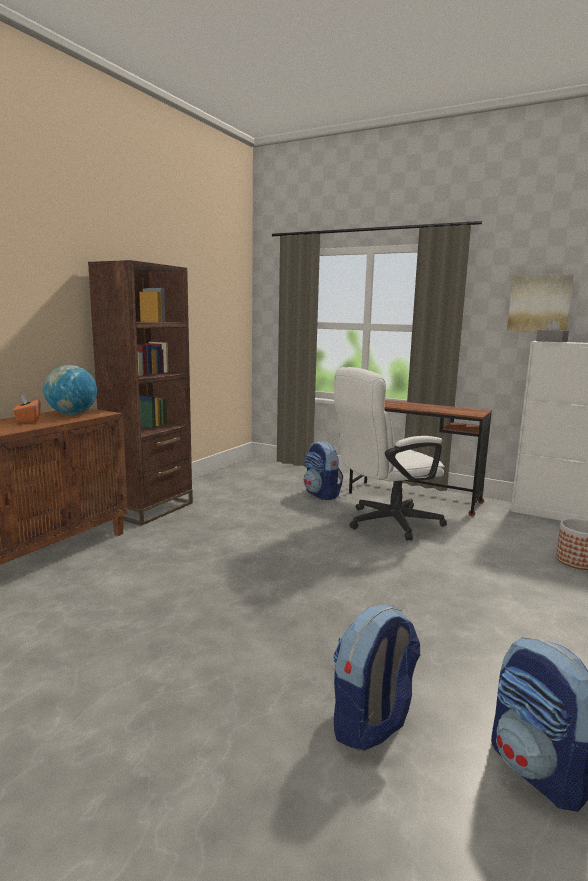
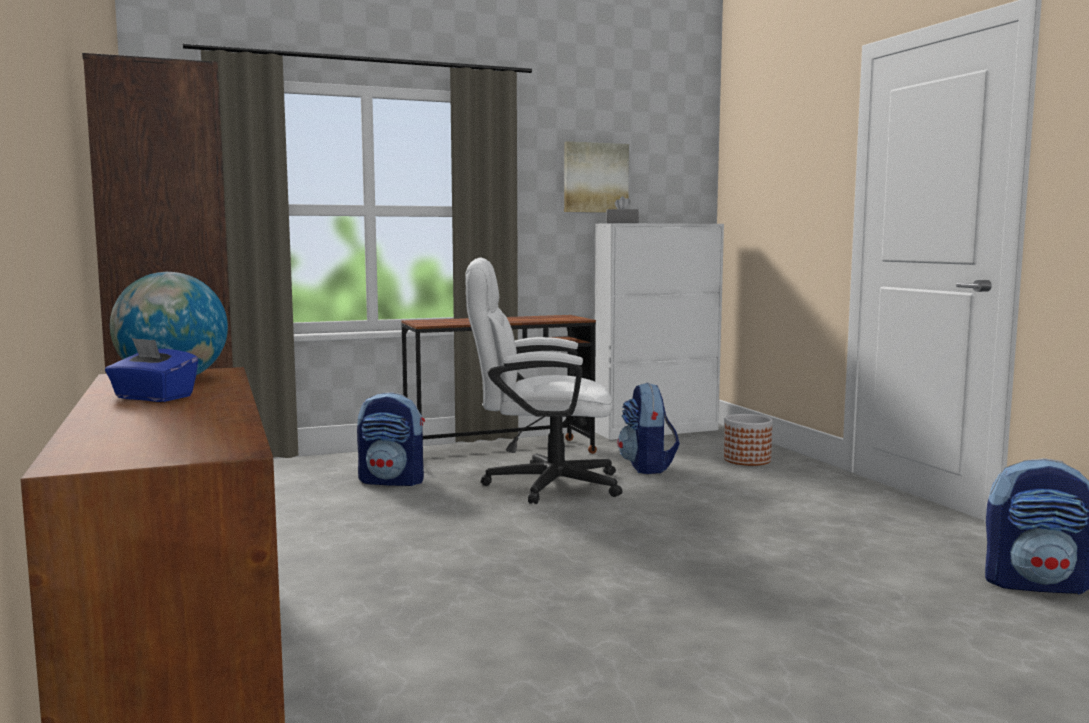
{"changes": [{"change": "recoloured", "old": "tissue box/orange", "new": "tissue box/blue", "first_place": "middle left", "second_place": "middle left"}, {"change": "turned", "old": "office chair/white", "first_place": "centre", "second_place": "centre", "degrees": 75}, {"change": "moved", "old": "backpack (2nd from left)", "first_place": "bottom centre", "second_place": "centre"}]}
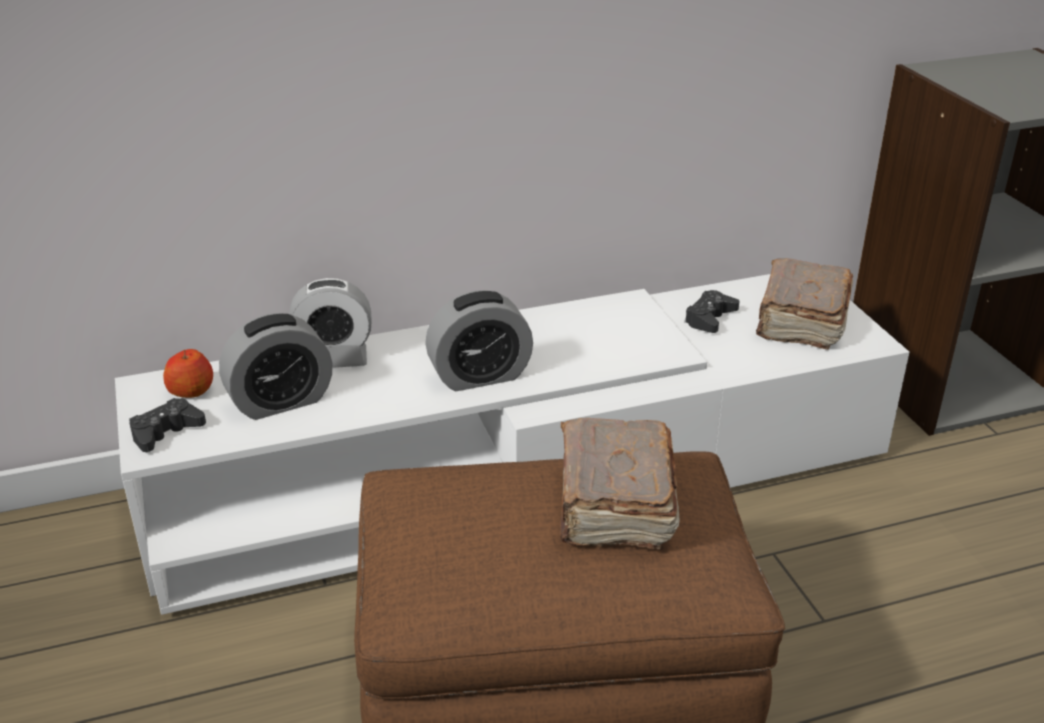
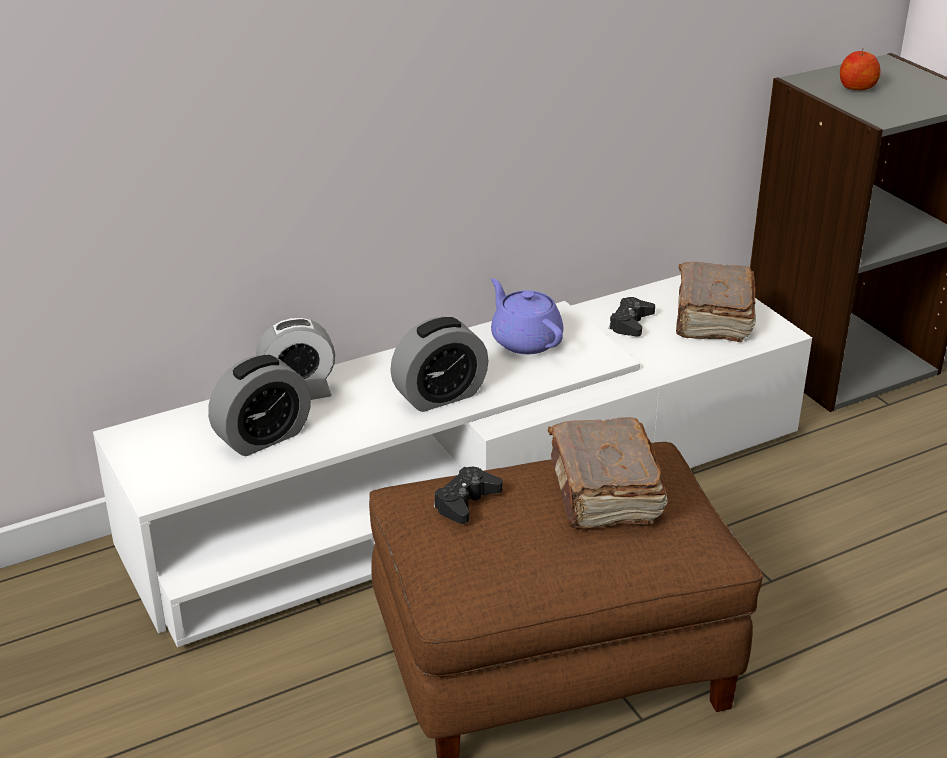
{"changes": [{"change": "moved", "old": "game controller/black (1st from left)", "first_place": "middle left", "second_place": "centre"}, {"change": "added", "new": "teapot/purple", "second_place": "centre"}, {"change": "moved", "old": "apple", "first_place": "middle left", "second_place": "top right"}]}
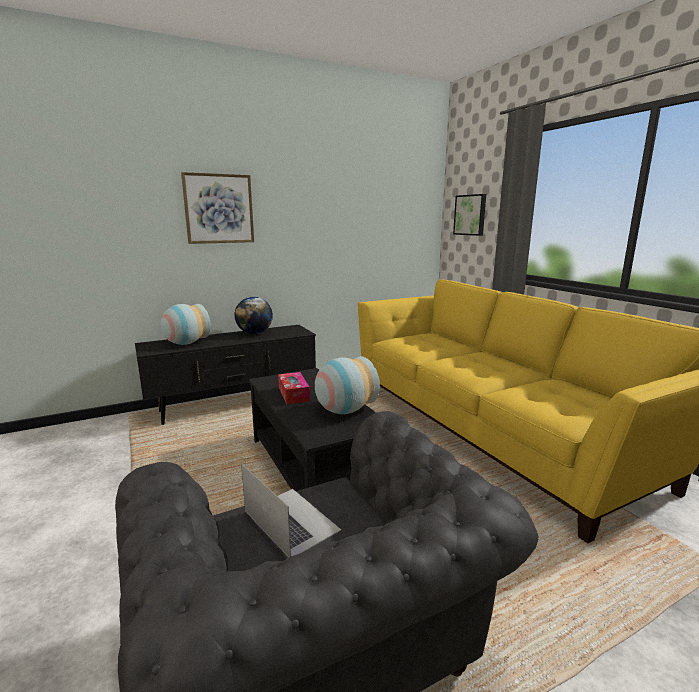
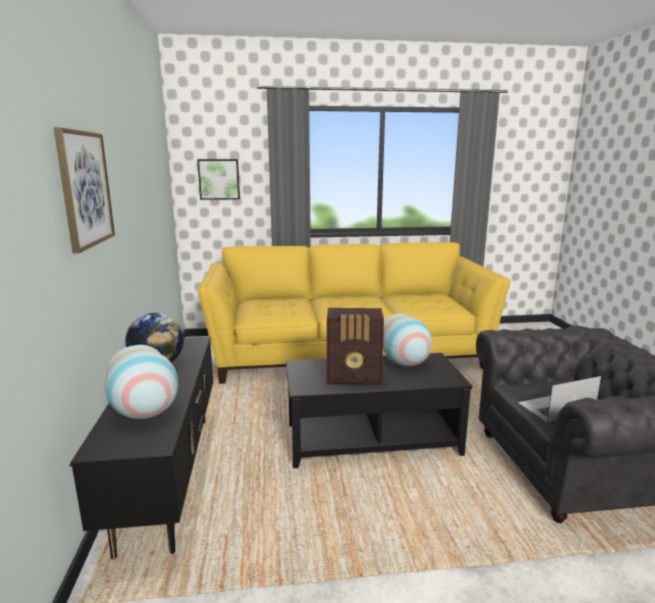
{"changes": [{"change": "replaced", "old": "tissue box", "new": "radio", "first_place": "centre", "second_place": "centre"}]}
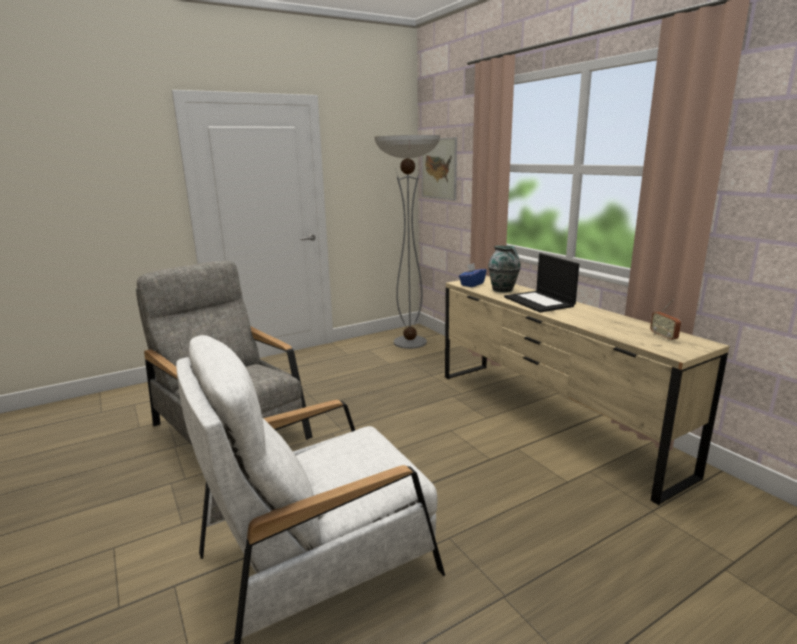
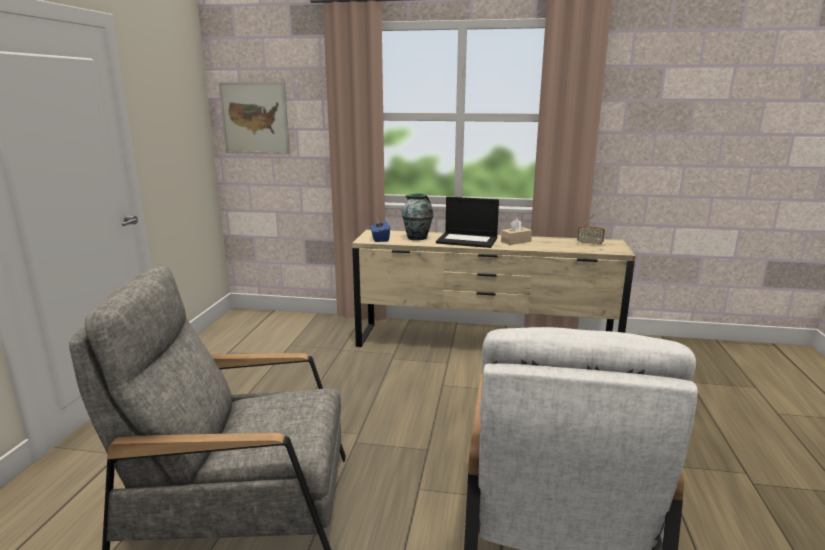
{"changes": [{"change": "added", "new": "tissue box/beige", "second_place": "centre"}, {"change": "removed", "old": "floor lamp", "first_place": "centre"}]}
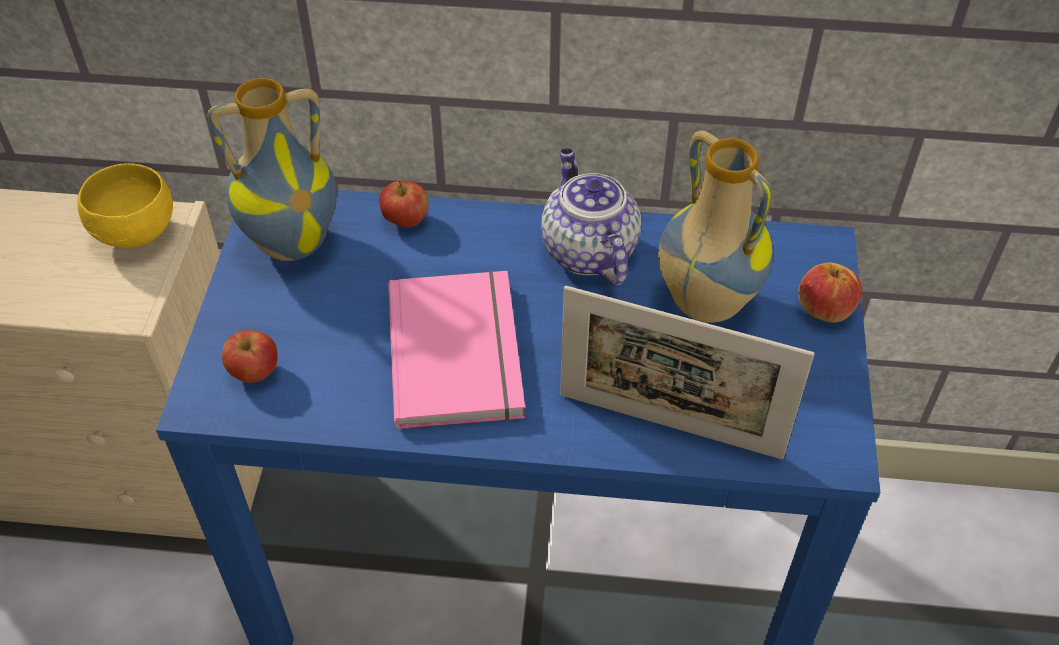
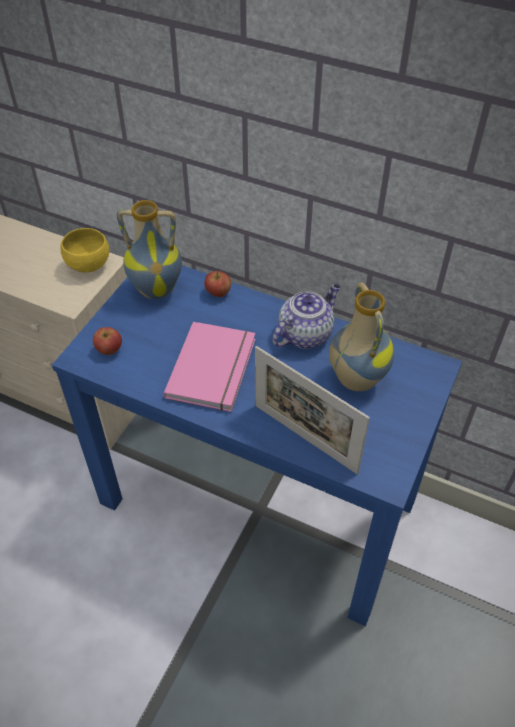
{"changes": [{"change": "turned", "old": "teapot", "first_place": "centre", "second_place": "centre", "degrees": 45}, {"change": "removed", "old": "apple (3rd from left)", "first_place": "middle right"}]}
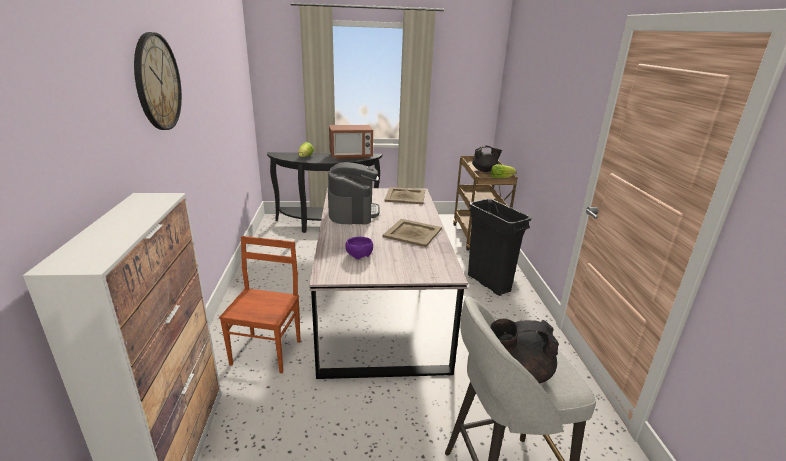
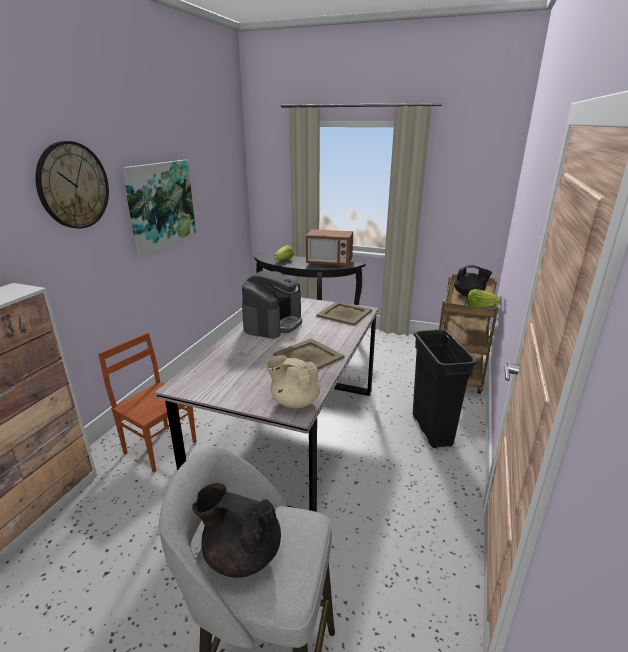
{"changes": [{"change": "turned", "old": "chair/brown", "first_place": "middle left", "second_place": "middle left", "degrees": -90}, {"change": "added", "new": "picture", "second_place": "top left"}, {"change": "added", "new": "teapot/beige", "second_place": "centre"}, {"change": "removed", "old": "bowl/purple", "first_place": "centre"}]}
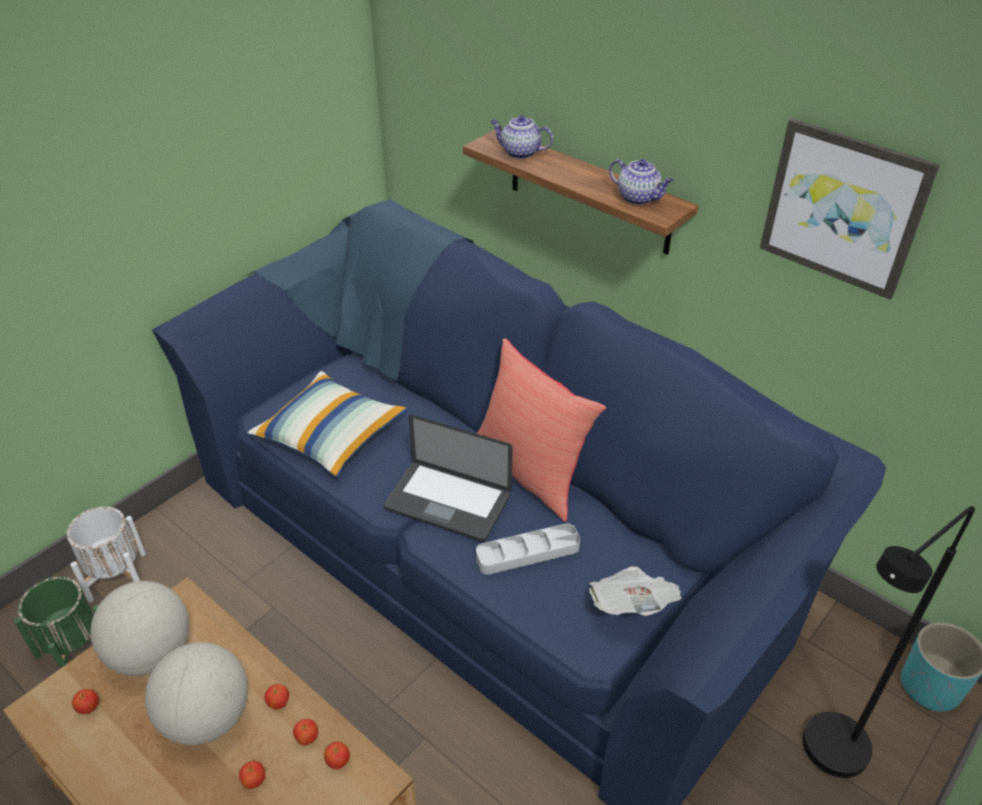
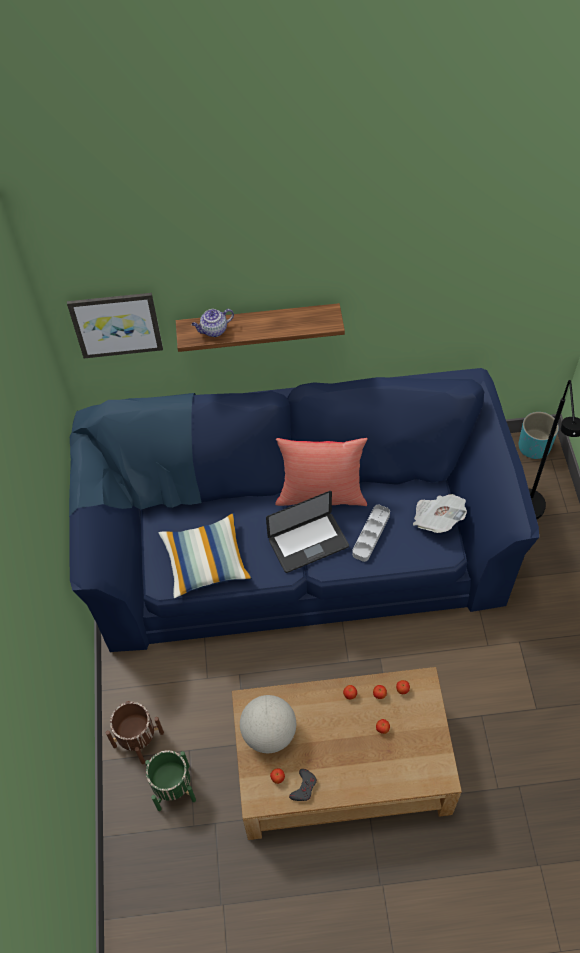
{"changes": [{"change": "moved", "old": "picture", "first_place": "top right", "second_place": "middle left"}, {"change": "recoloured", "old": "planter/white", "new": "planter/brown", "first_place": "bottom left", "second_place": "bottom left"}, {"change": "added", "new": "game controller/grey", "second_place": "bottom centre"}, {"change": "removed", "old": "globe (2nd from left)", "first_place": "bottom left"}, {"change": "removed", "old": "teapot (2nd from left)", "first_place": "top centre"}]}
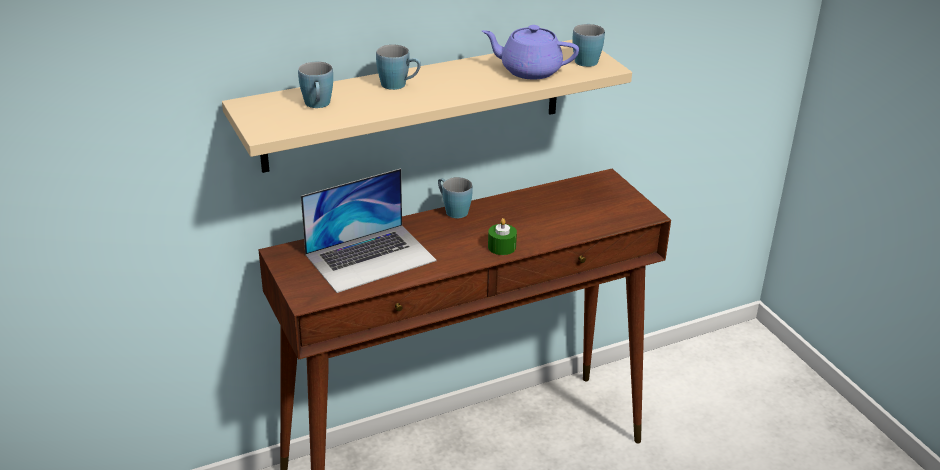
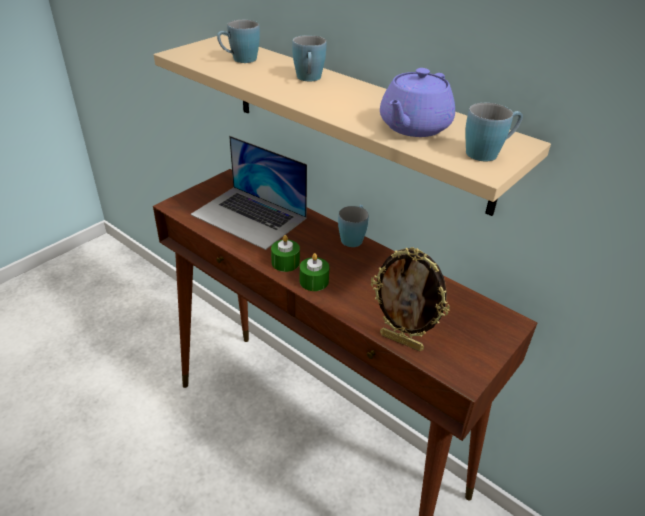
{"changes": [{"change": "added", "new": "candle/green (1st from left)", "second_place": "centre"}, {"change": "added", "new": "picture frame", "second_place": "centre"}, {"change": "turned", "old": "teapot/purple", "first_place": "top centre", "second_place": "top centre", "degrees": -135}]}
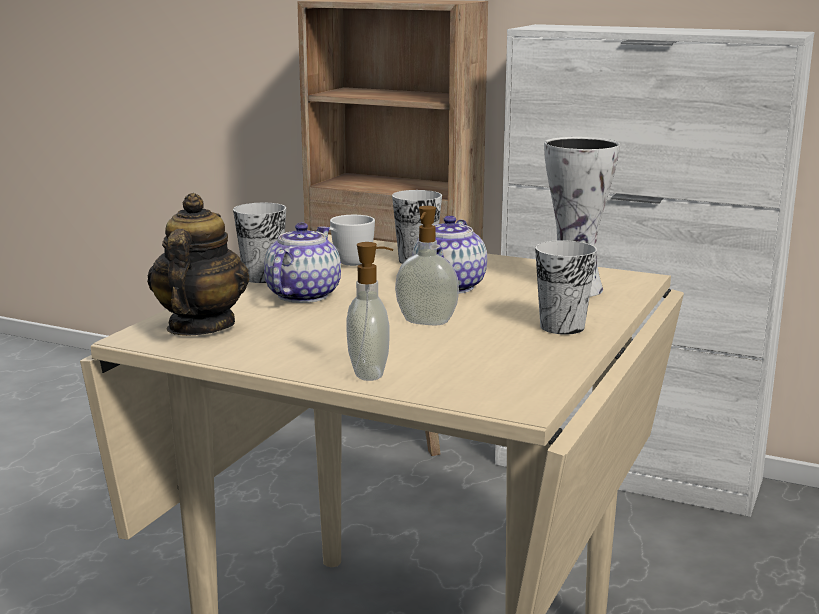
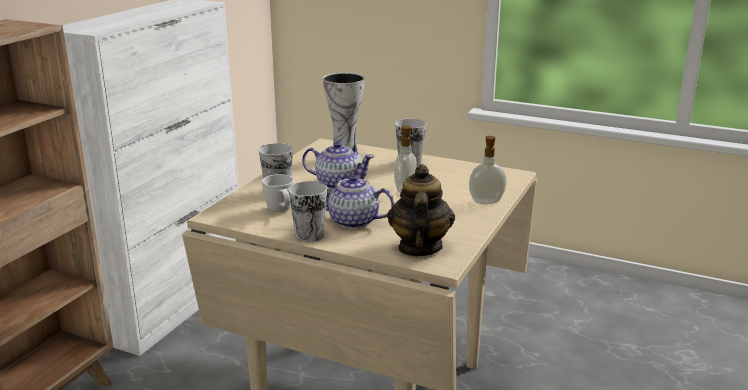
{"changes": [{"change": "turned", "old": "teapot (1st from left in the first image)", "first_place": "middle left", "second_place": "centre", "degrees": 90}]}
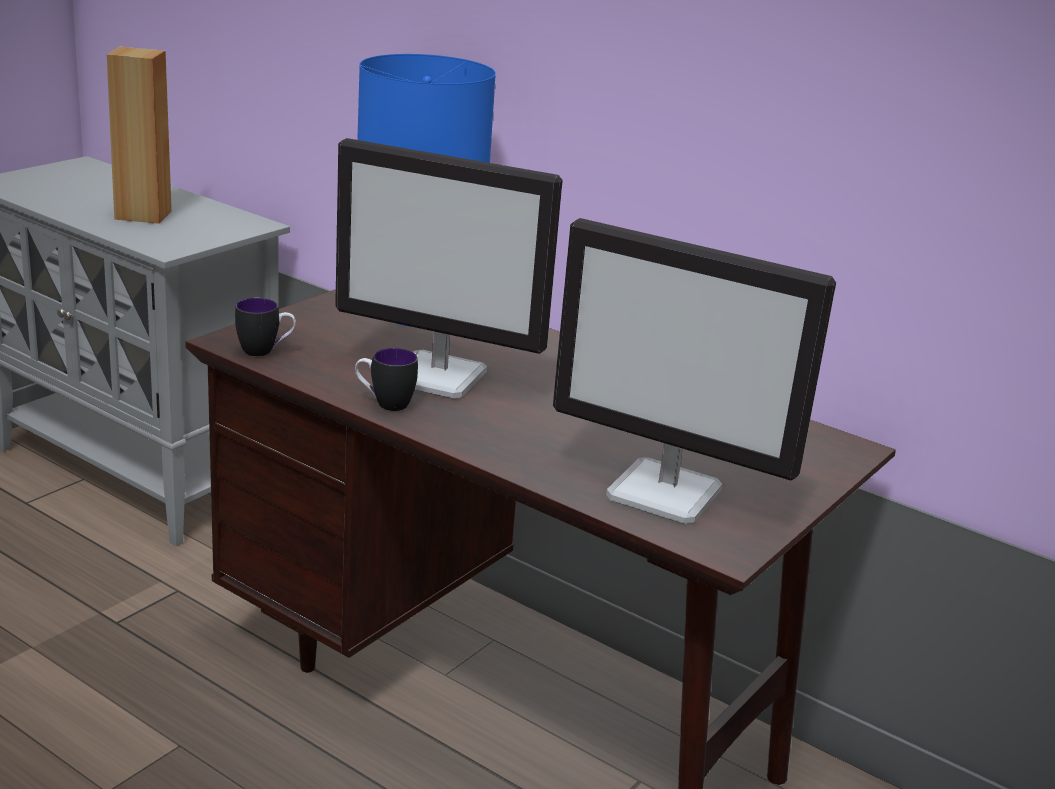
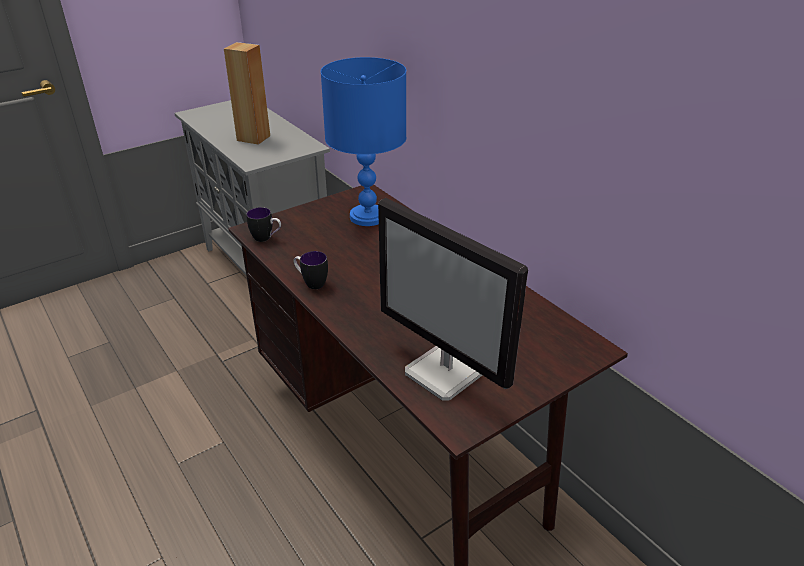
{"changes": [{"change": "removed", "old": "monitor (1st from left)", "first_place": "centre"}]}
